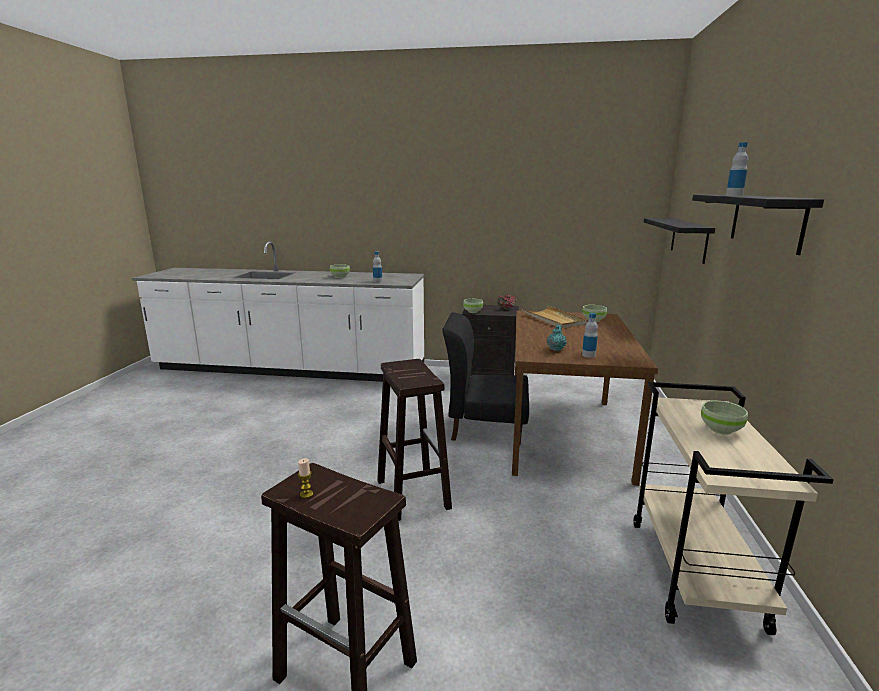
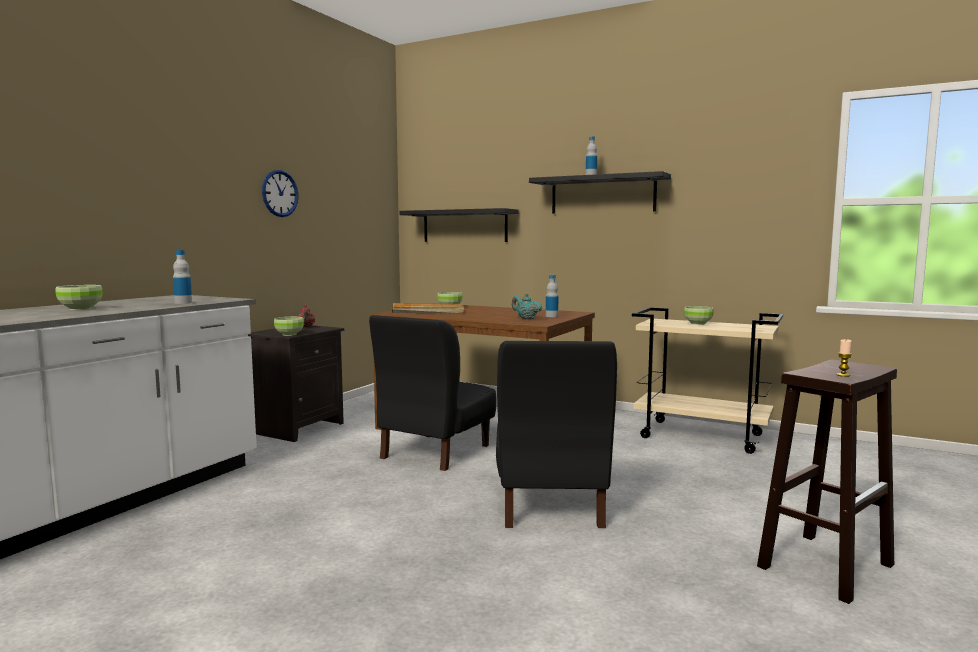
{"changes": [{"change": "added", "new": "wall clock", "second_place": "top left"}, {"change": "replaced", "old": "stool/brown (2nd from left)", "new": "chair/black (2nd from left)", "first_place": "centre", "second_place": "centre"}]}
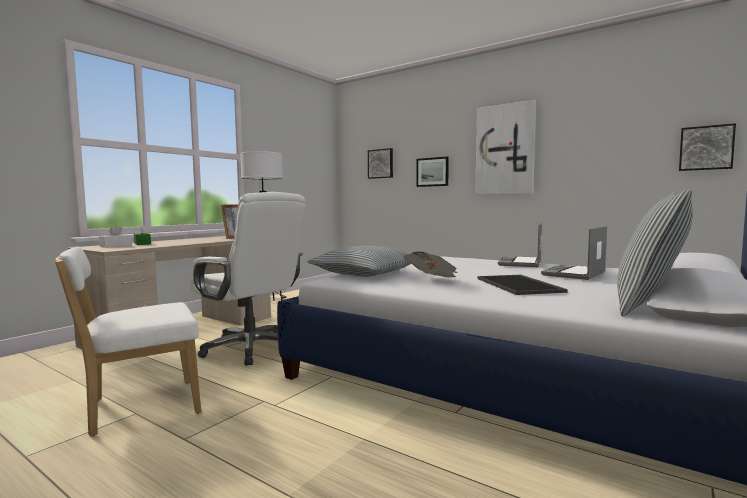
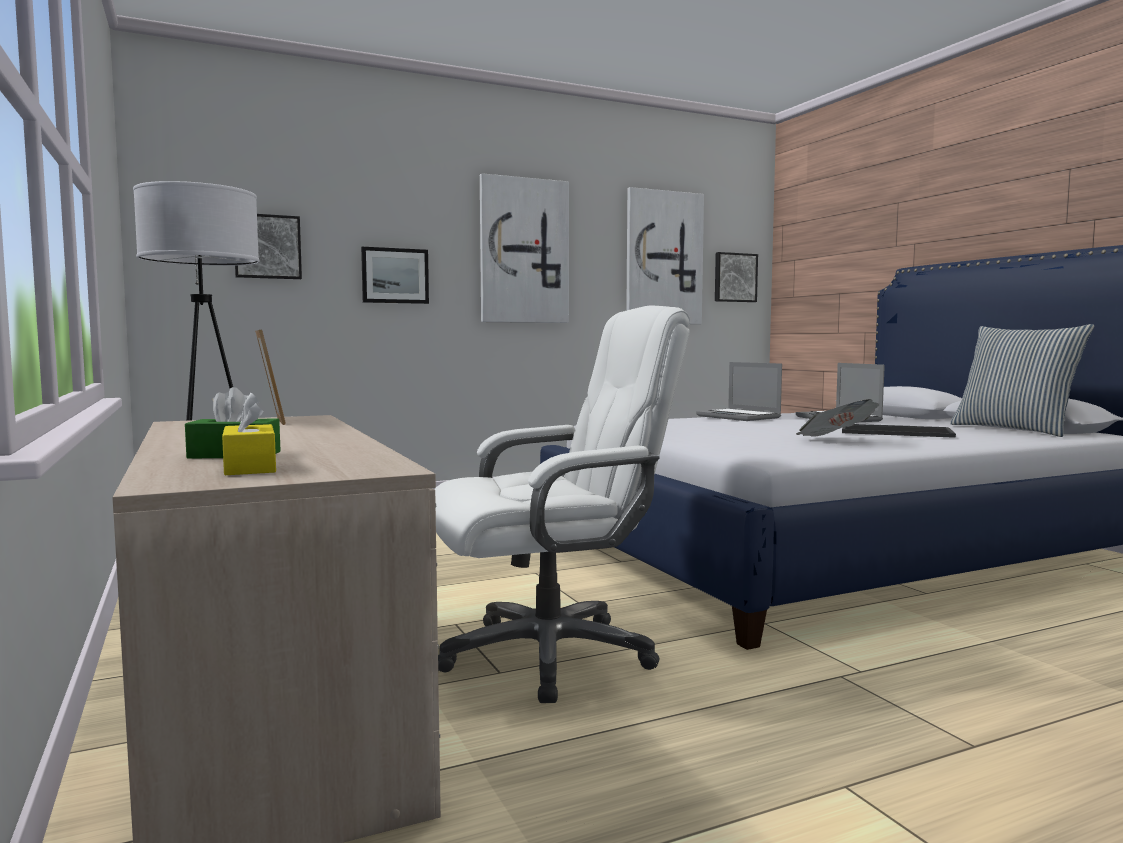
{"changes": [{"change": "recoloured", "old": "tissue box/white", "new": "tissue box/yellow", "first_place": "middle left", "second_place": "middle left"}, {"change": "added", "new": "picture (4th from left)", "second_place": "top centre"}, {"change": "removed", "old": "chair/white", "first_place": "bottom left"}, {"change": "removed", "old": "pillow (1st from left)", "first_place": "centre"}]}
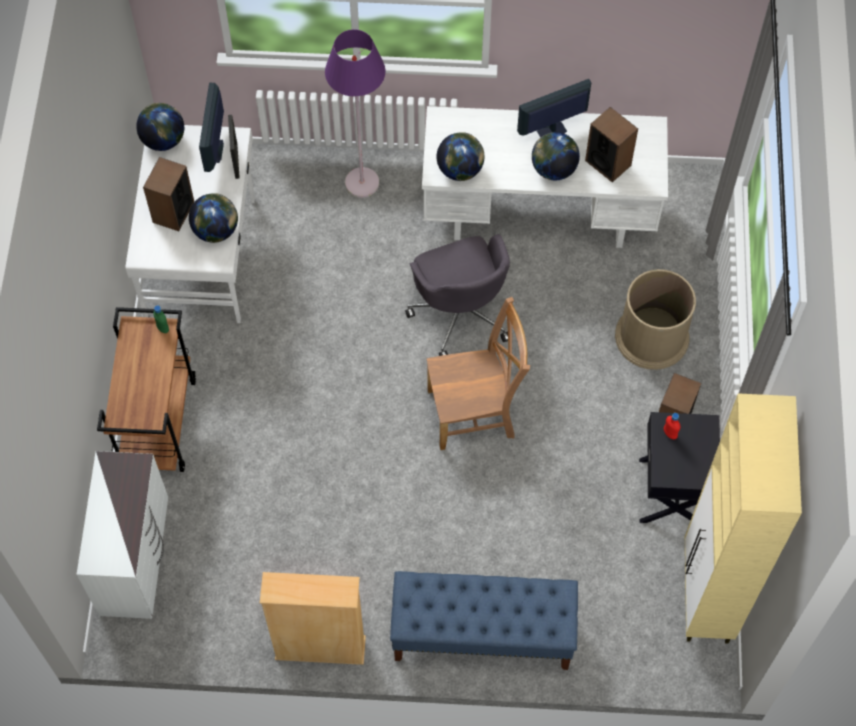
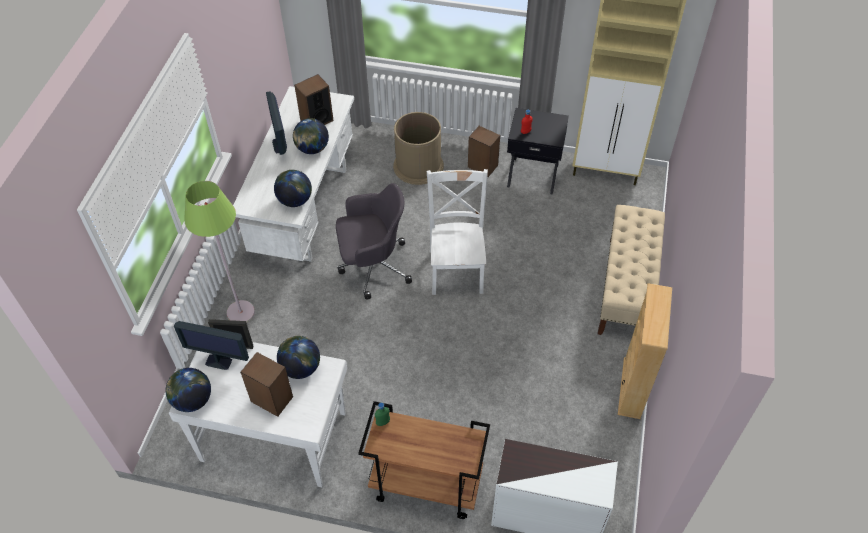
{"changes": [{"change": "recoloured", "old": "floor lamp/purple", "new": "floor lamp/green", "first_place": "top centre", "second_place": "middle left"}, {"change": "recoloured", "old": "chair/brown", "new": "chair/white", "first_place": "centre", "second_place": "centre"}, {"change": "recoloured", "old": "bench/blue", "new": "bench/beige", "first_place": "bottom centre", "second_place": "middle right"}]}
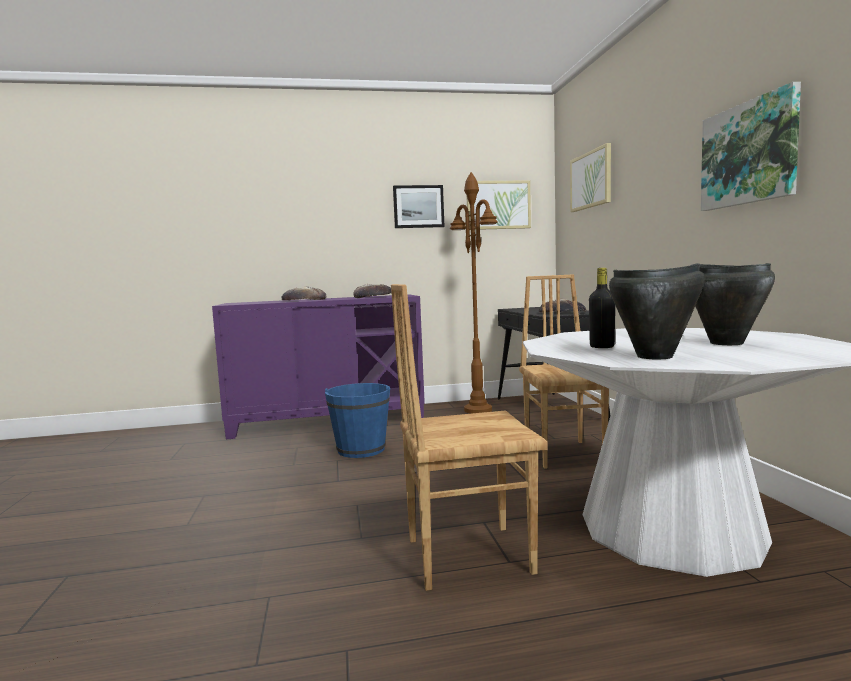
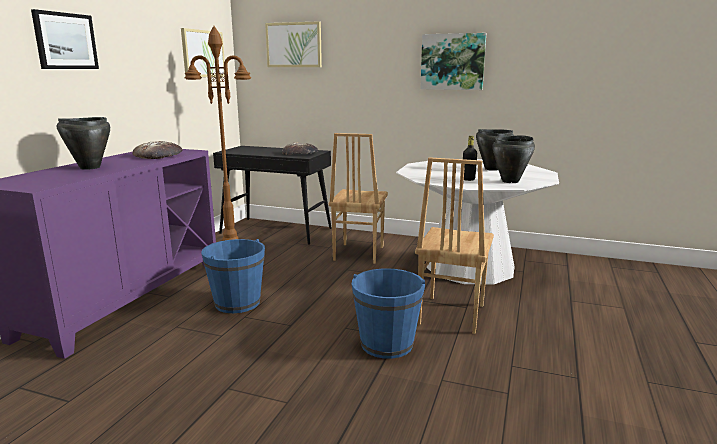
{"changes": [{"change": "moved", "old": "picture (1st from left)", "first_place": "top centre", "second_place": "top left"}, {"change": "replaced", "old": "bread (1st from left)", "new": "cooking pot/black (1st from left)", "first_place": "centre", "second_place": "top left"}, {"change": "turned", "old": "chair/brown (2nd from left in the first image)", "first_place": "centre", "second_place": "centre", "degrees": -105}, {"change": "added", "new": "bucket/blue (2nd from left)", "second_place": "bottom centre"}]}
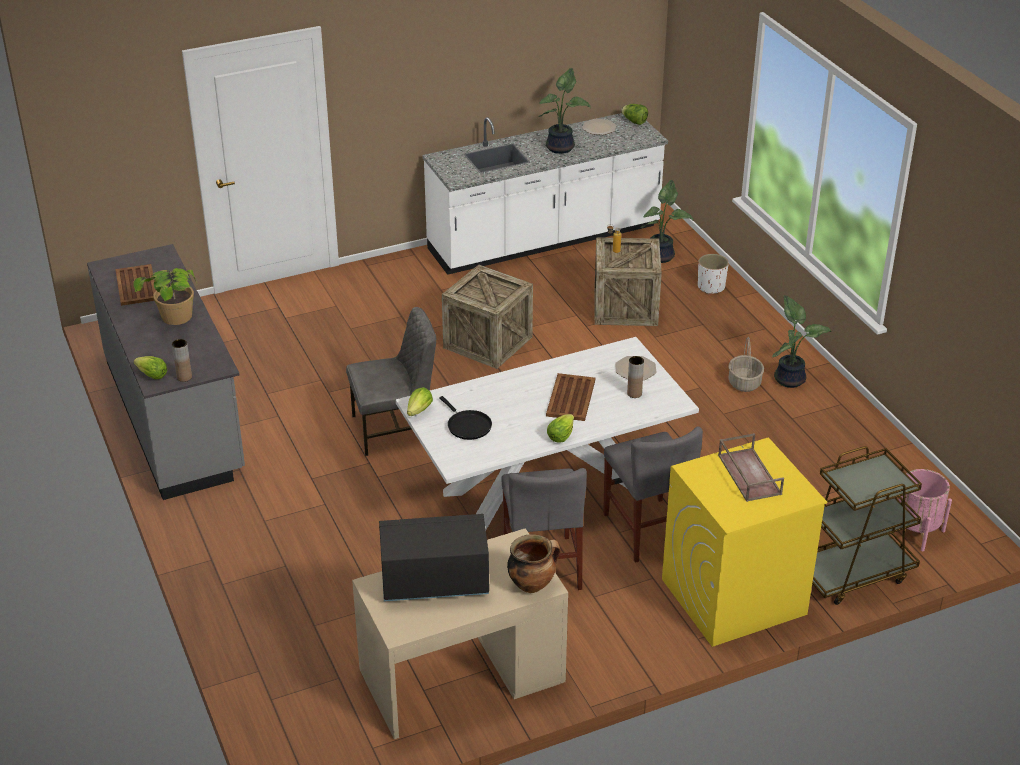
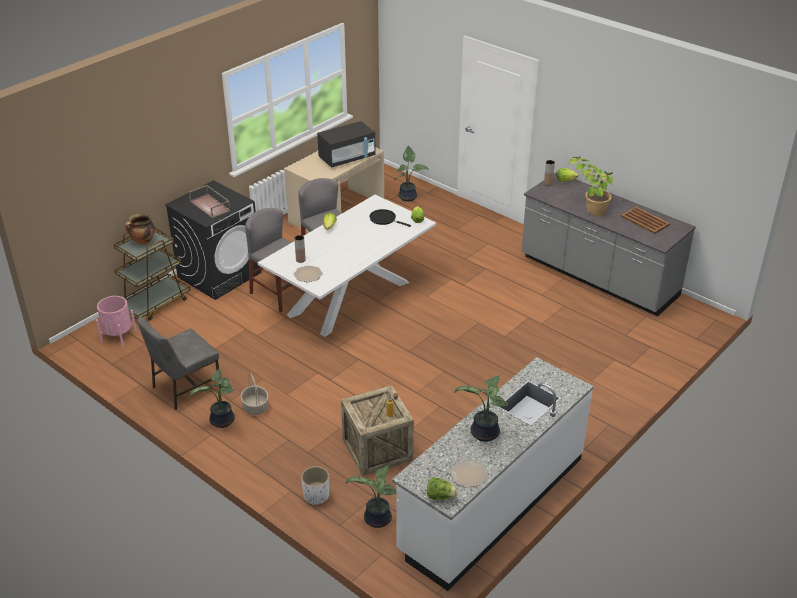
{"changes": [{"change": "moved", "old": "cooking pot", "first_place": "bottom centre", "second_place": "middle left"}, {"change": "moved", "old": "chair/grey (1st from left)", "first_place": "centre", "second_place": "middle left"}, {"change": "recoloured", "old": "washing machine/yellow", "new": "washing machine/black", "first_place": "bottom right", "second_place": "middle left"}, {"change": "added", "new": "potted plant (3rd from left)", "second_place": "top centre"}, {"change": "removed", "old": "crate (1st from left)", "first_place": "centre"}, {"change": "removed", "old": "tray/brown (2nd from left)", "first_place": "centre"}]}
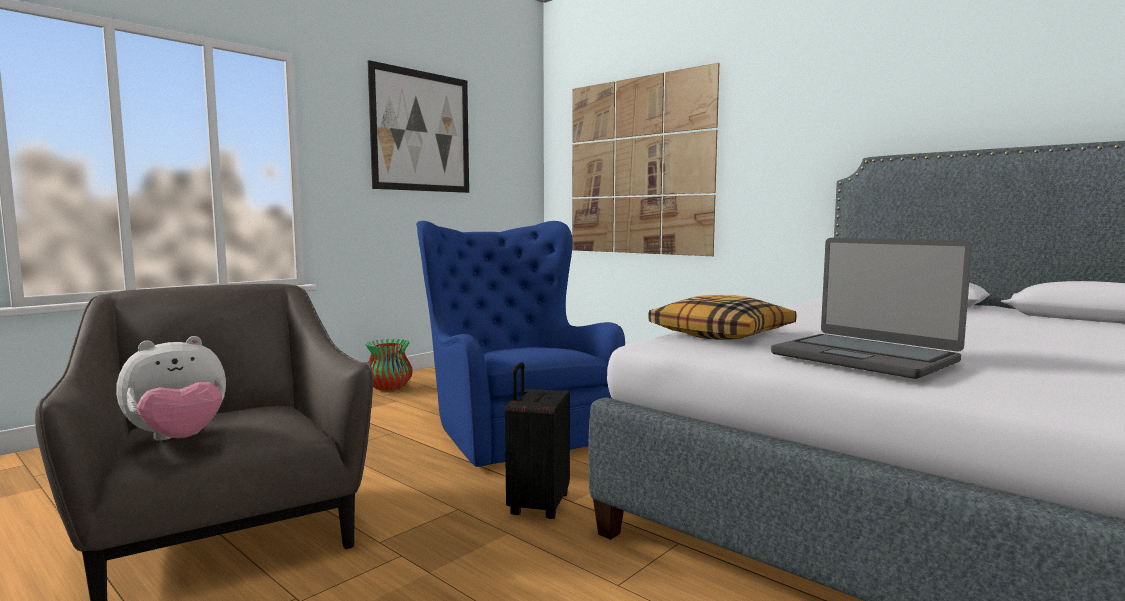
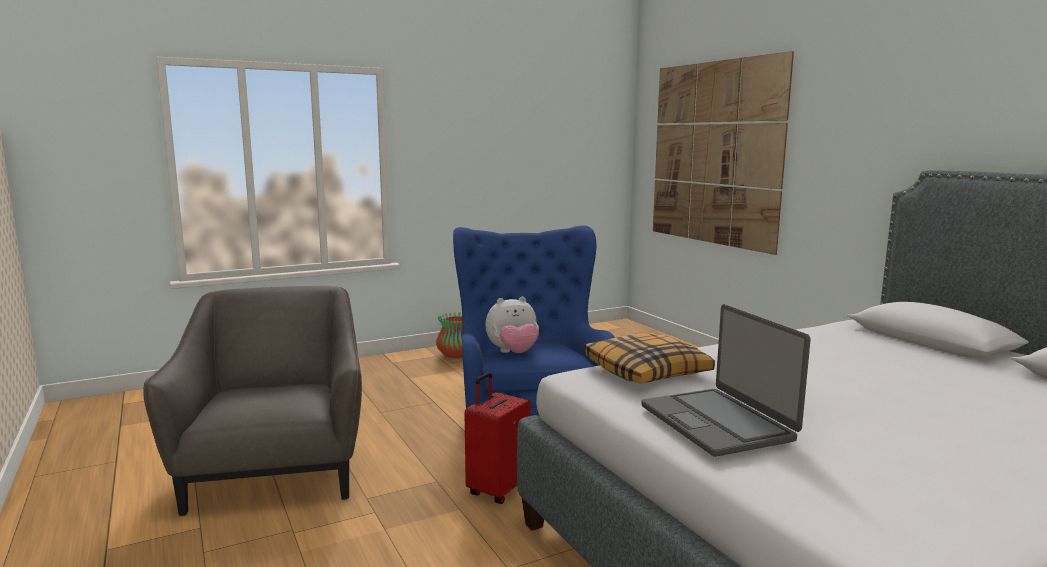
{"changes": [{"change": "recoloured", "old": "suitcase/black", "new": "suitcase/red", "first_place": "bottom centre", "second_place": "bottom centre"}, {"change": "moved", "old": "plush toy", "first_place": "middle left", "second_place": "centre"}, {"change": "removed", "old": "picture (1st from left)", "first_place": "top centre"}]}
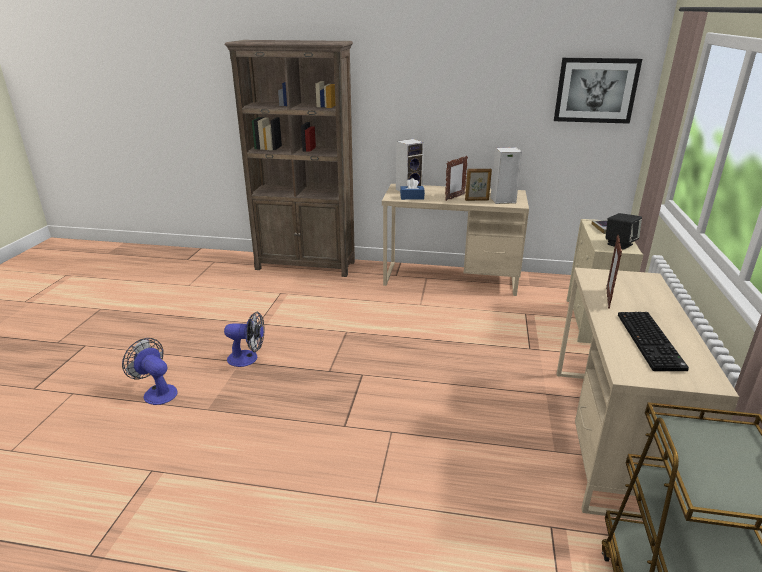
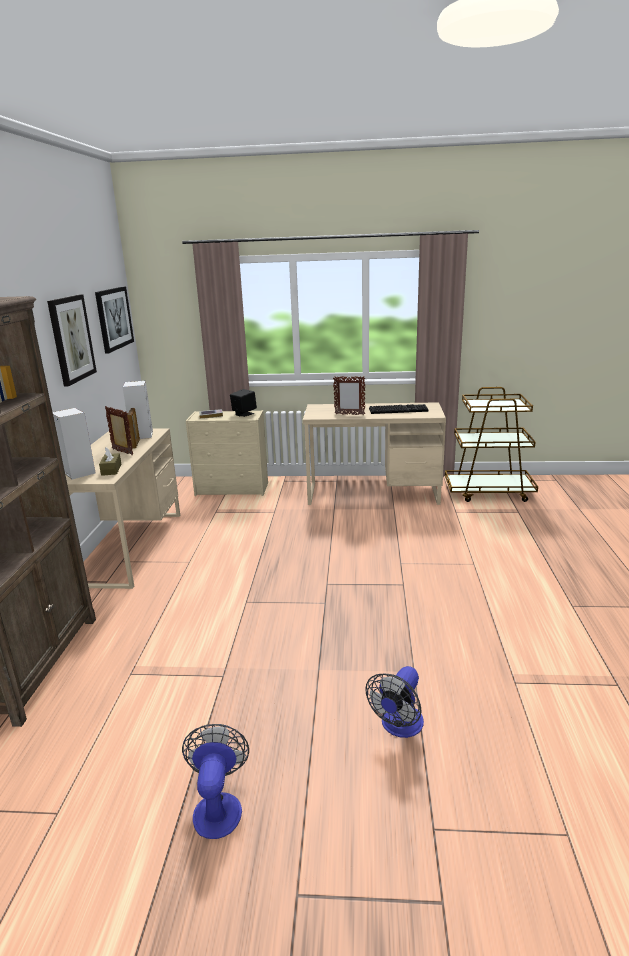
{"changes": [{"change": "added", "new": "picture (1st from left)", "second_place": "middle left"}, {"change": "recoloured", "old": "tissue box/blue", "new": "tissue box/brown", "first_place": "top centre", "second_place": "middle left"}, {"change": "moved", "old": "fan (2nd from left in the first image)", "new": "fan (1st from left)", "first_place": "middle left", "second_place": "bottom centre"}]}
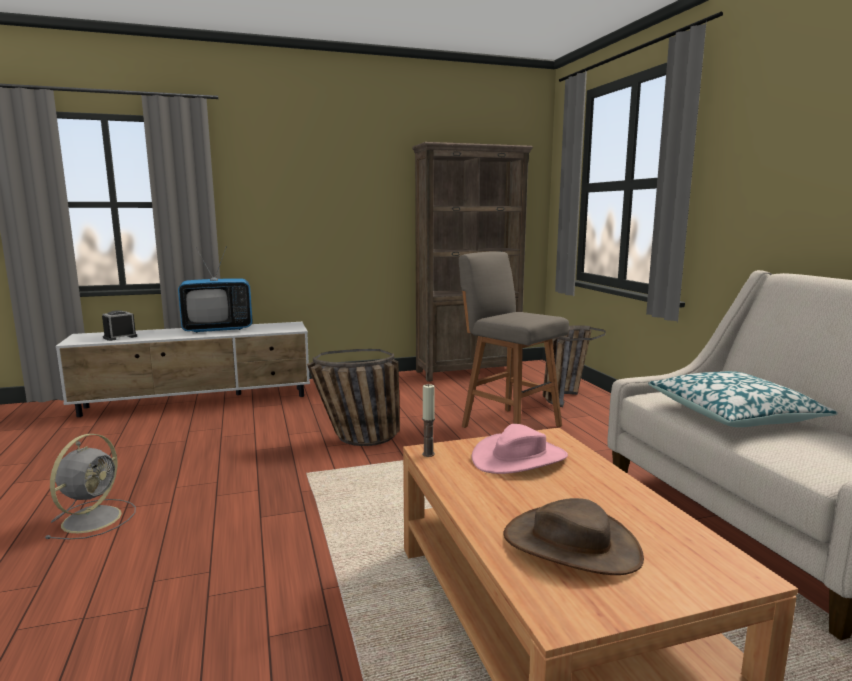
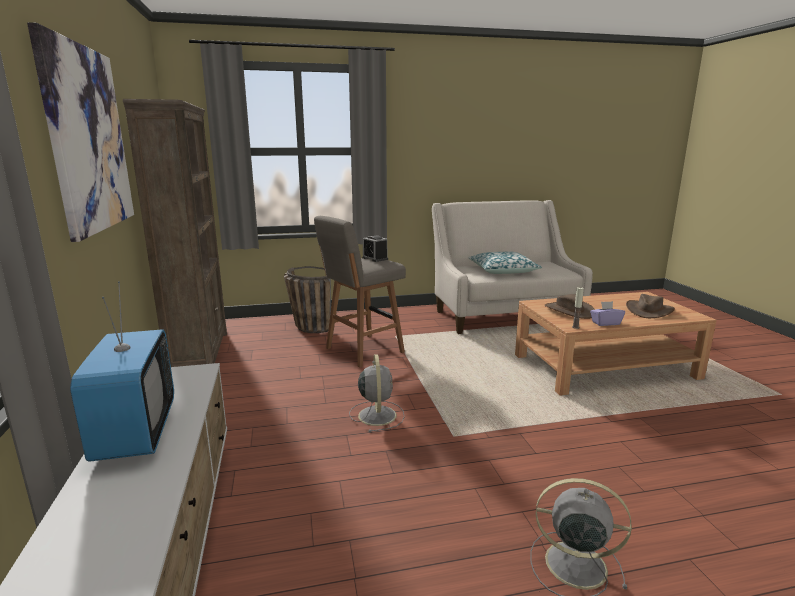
{"changes": [{"change": "added", "new": "picture", "second_place": "top left"}, {"change": "replaced", "old": "basket (1st from left)", "new": "fan/grey (1st from left)", "first_place": "centre", "second_place": "centre"}, {"change": "moved", "old": "alarm clock", "first_place": "middle left", "second_place": "centre"}, {"change": "recoloured", "old": "hat/pink", "new": "hat/brown (1st from left)", "first_place": "centre", "second_place": "middle right"}, {"change": "added", "new": "tissue box/purple", "second_place": "middle right"}]}
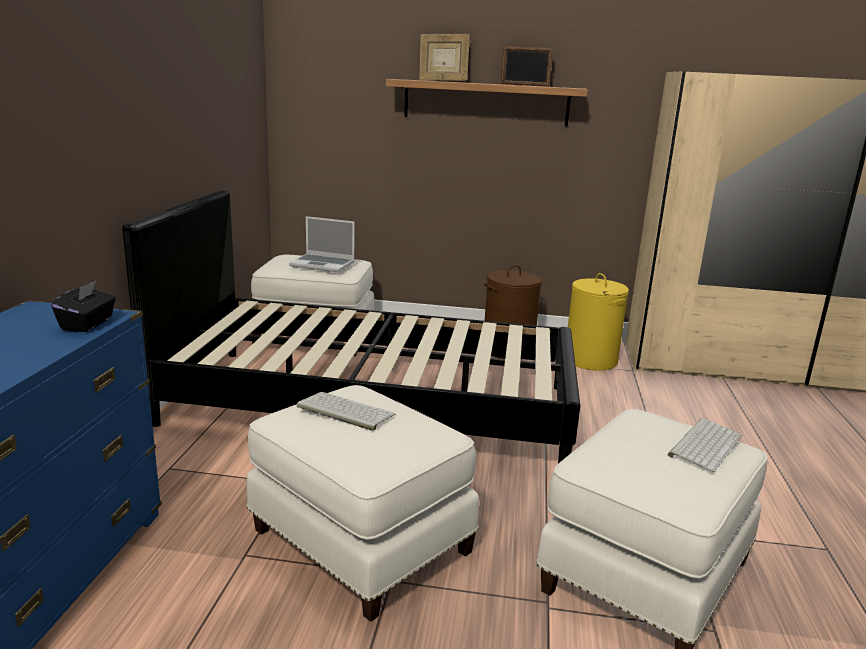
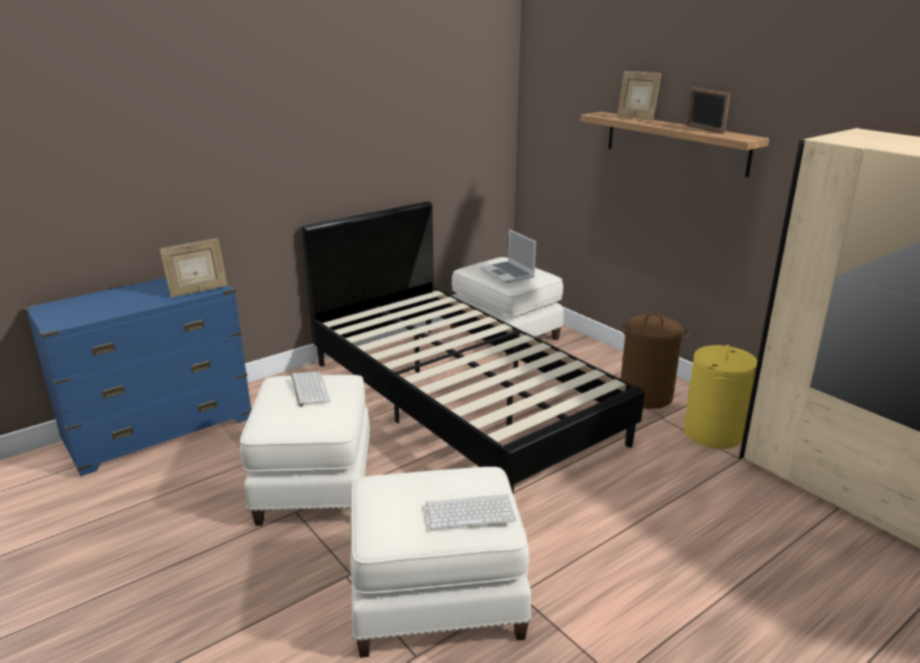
{"changes": [{"change": "replaced", "old": "tissue box/black", "new": "picture frame (1st from left)", "first_place": "middle left", "second_place": "middle left"}]}
